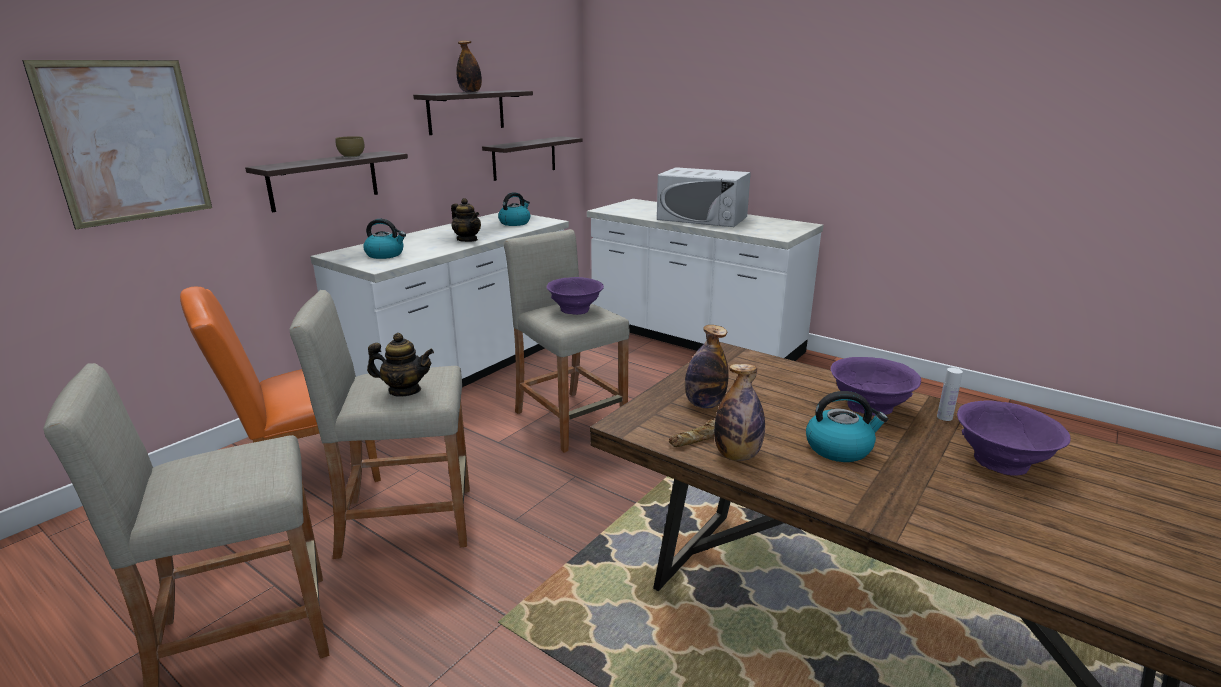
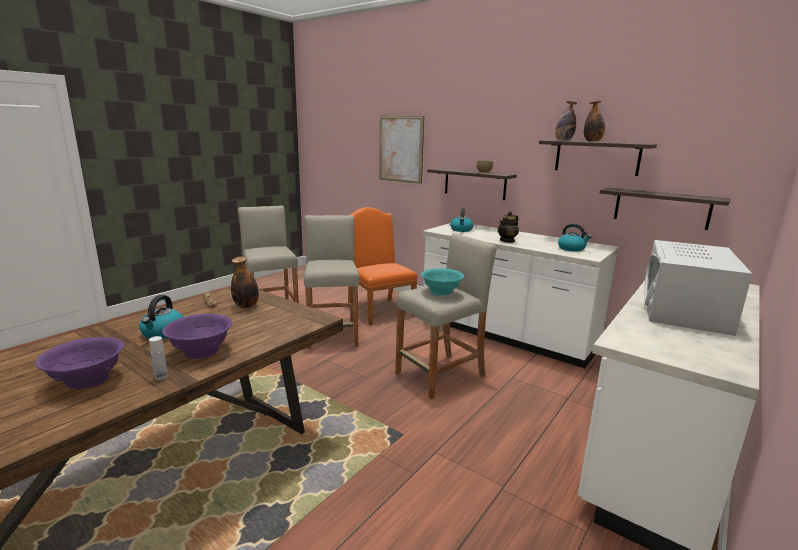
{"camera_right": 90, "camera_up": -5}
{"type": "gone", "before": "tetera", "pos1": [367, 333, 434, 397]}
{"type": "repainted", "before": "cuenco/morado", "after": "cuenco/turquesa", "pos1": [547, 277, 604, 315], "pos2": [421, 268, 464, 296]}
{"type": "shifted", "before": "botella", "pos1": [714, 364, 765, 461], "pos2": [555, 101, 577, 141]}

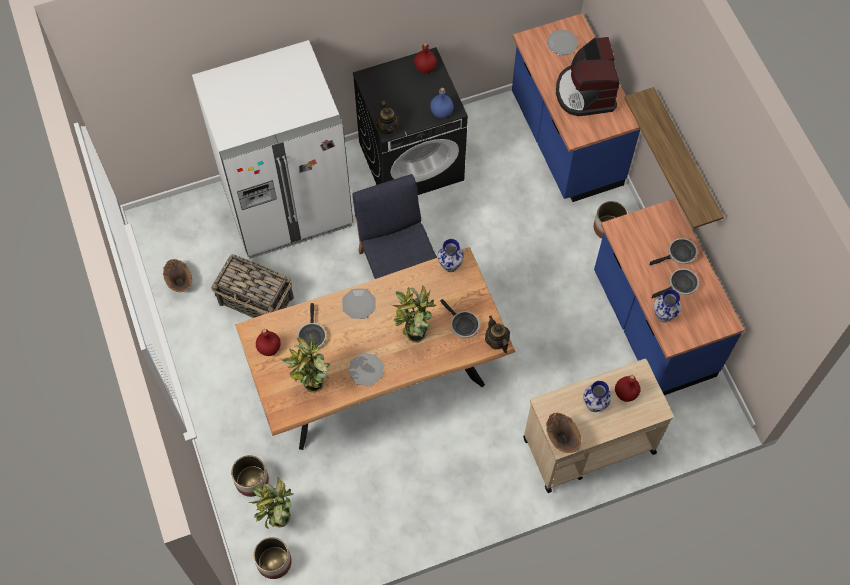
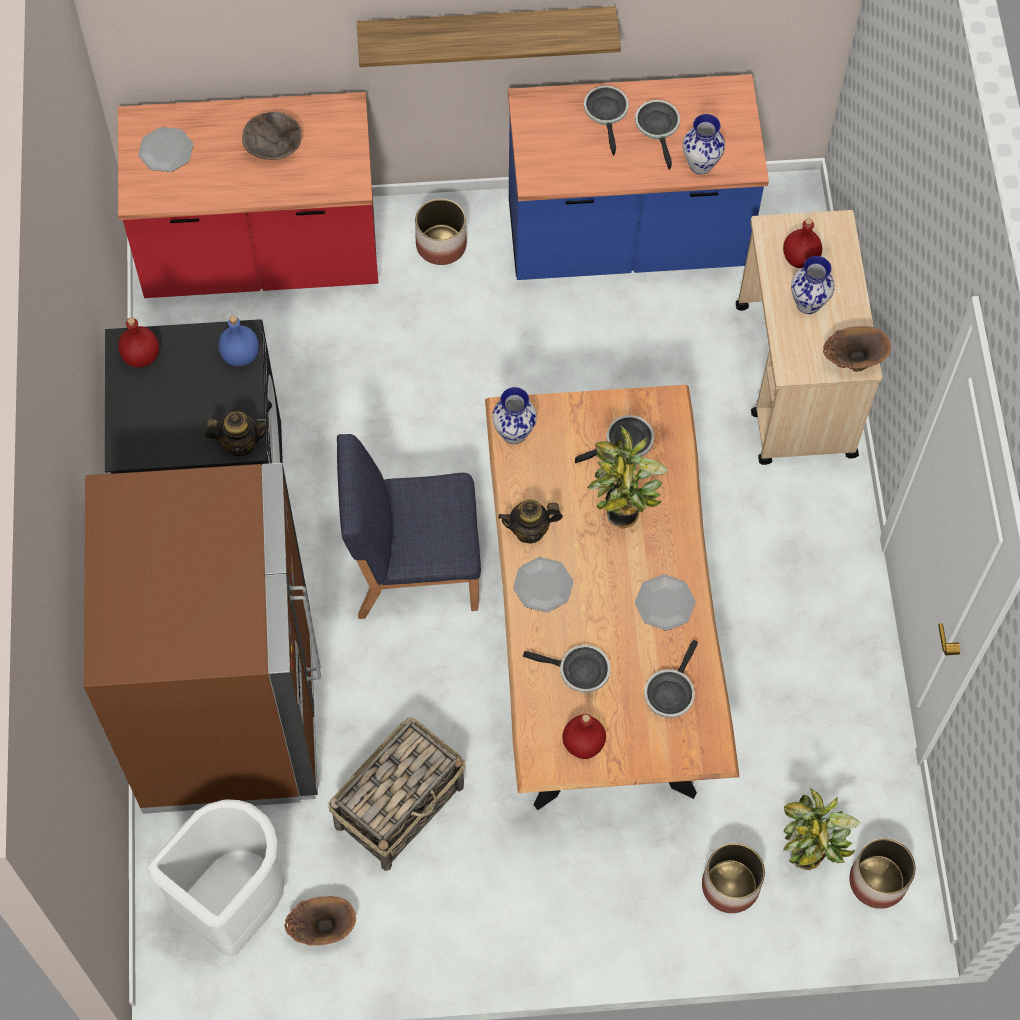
{"camera_right": -75, "camera_up": 0}
{"type": "repainted", "before": "nevera/blanco", "after": "nevera/marrón", "pos1": [192, 40, 353, 259], "pos2": [84, 463, 321, 814]}
{"type": "swapped", "before": "planta en maceta", "after": "sartén", "pos1": [282, 334, 330, 393], "pos2": [644, 640, 698, 718]}
{"type": "shifted", "before": "tetera", "pos1": [485, 316, 510, 353], "pos2": [498, 499, 563, 544]}
{"type": "repainted", "before": "mueble bajo de cocina/azul", "after": "mueble bajo de cocina/rojo", "pos1": [512, 13, 640, 202], "pos2": [118, 92, 378, 298]}
{"type": "swapped", "before": "cafetera", "after": "cuenco/marrón", "pos1": [556, 37, 620, 116], "pos2": [242, 112, 302, 160]}
{"type": "new", "after": "papelera/blanco", "pos2": [148, 799, 285, 956]}

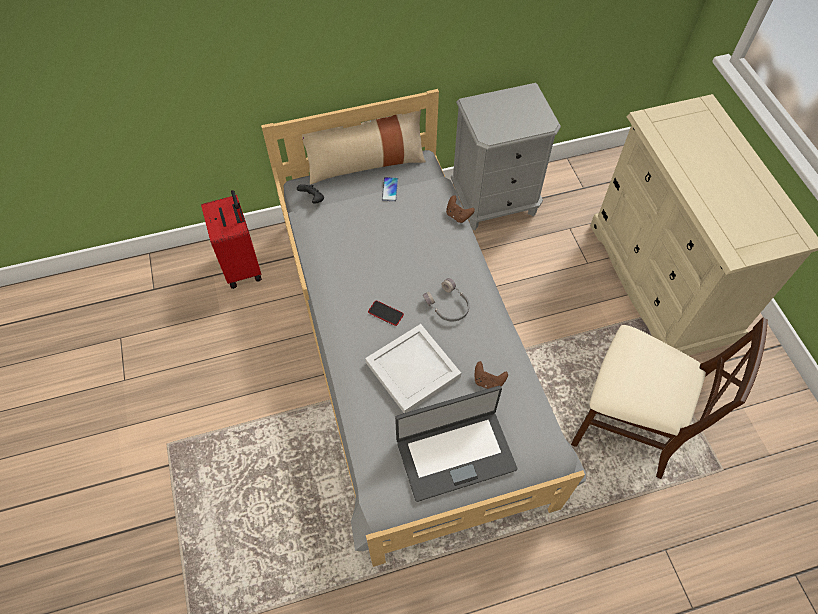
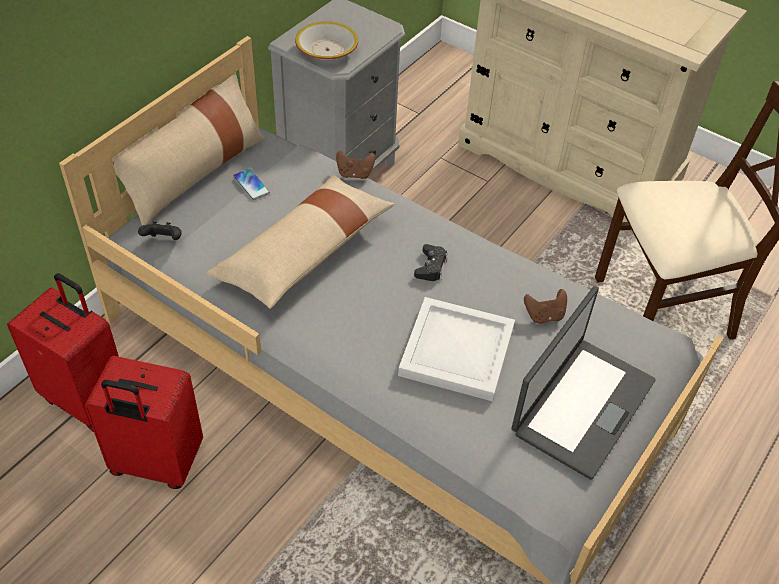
{"camera_right": -40, "camera_up": -10}
{"type": "gone", "before": "móvil", "pos1": [368, 301, 404, 326]}
{"type": "swapped", "before": "auriculares/gris", "after": "mando de consola/negro", "pos1": [423, 278, 470, 321], "pos2": [414, 244, 448, 281]}
{"type": "new", "after": "maleta/rojo", "pos2": [85, 356, 203, 489]}
{"type": "new", "after": "cojín/beis", "pos2": [206, 175, 395, 309]}
{"type": "new", "after": "cuenco", "pos2": [295, 21, 358, 61]}

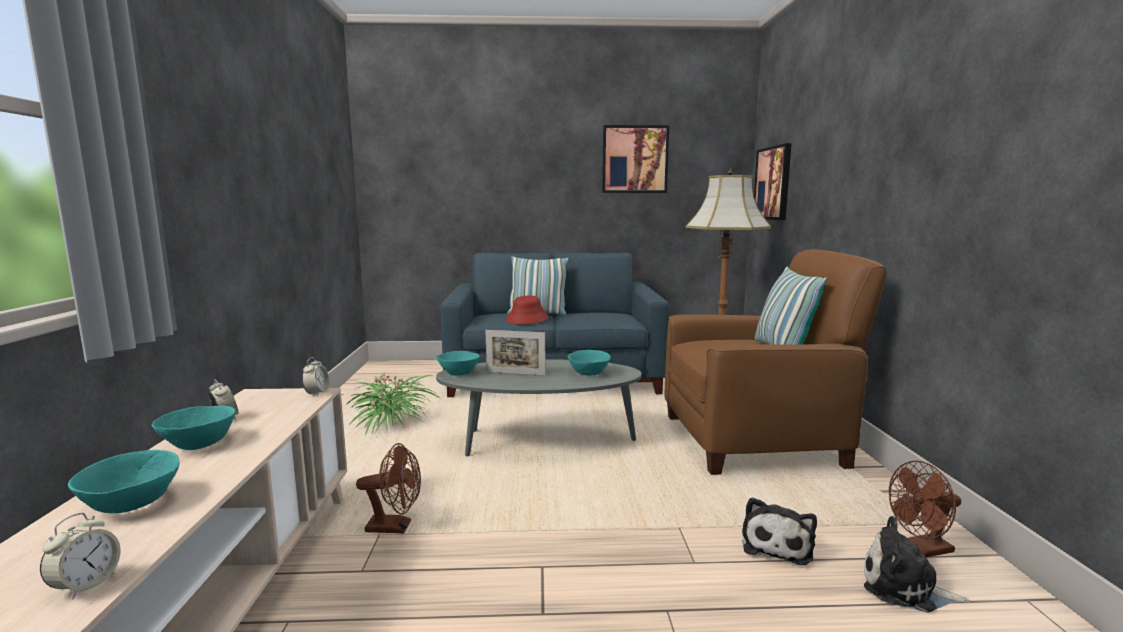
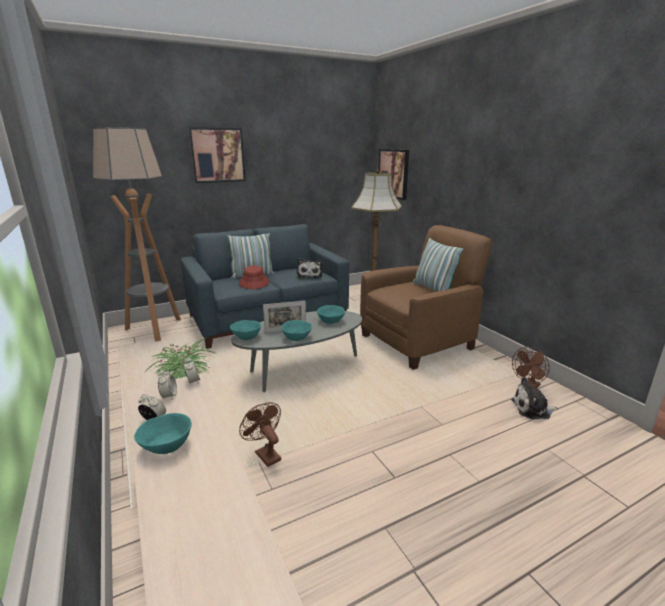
{"camera_right": -25, "camera_up": 10}
{"type": "shifted", "before": "despertador", "pos1": [40, 513, 121, 599], "pos2": [158, 370, 177, 399]}
{"type": "shifted", "before": "cuenco/turquesa", "pos1": [68, 450, 179, 513], "pos2": [281, 320, 312, 341]}
{"type": "rotated", "before": "ventilador/marrón", "pos1": [356, 443, 421, 533], "pos2": [239, 402, 281, 467], "turn": -105}
{"type": "shifted", "before": "cuadro", "pos1": [602, 125, 669, 193], "pos2": [188, 127, 246, 183]}
{"type": "shifted", "before": "peluche", "pos1": [742, 497, 817, 565], "pos2": [297, 258, 322, 279]}
{"type": "new", "after": "lámpara de pie", "pos2": [93, 127, 181, 342]}

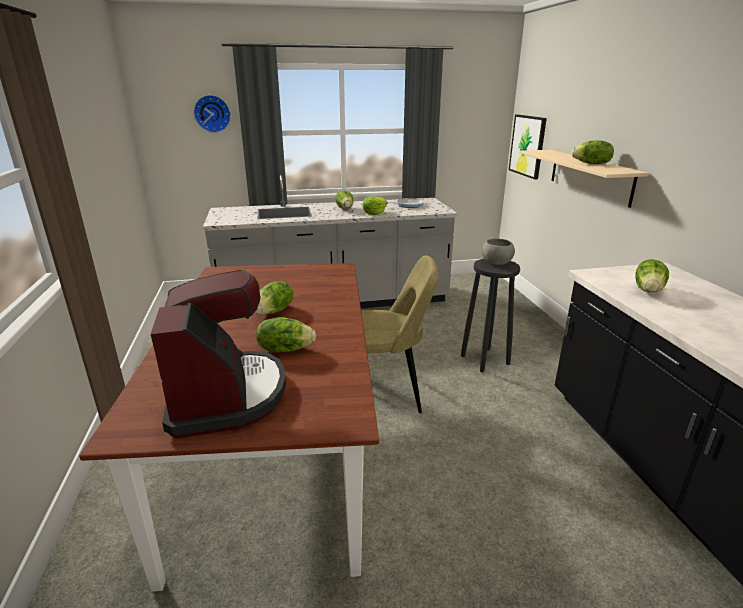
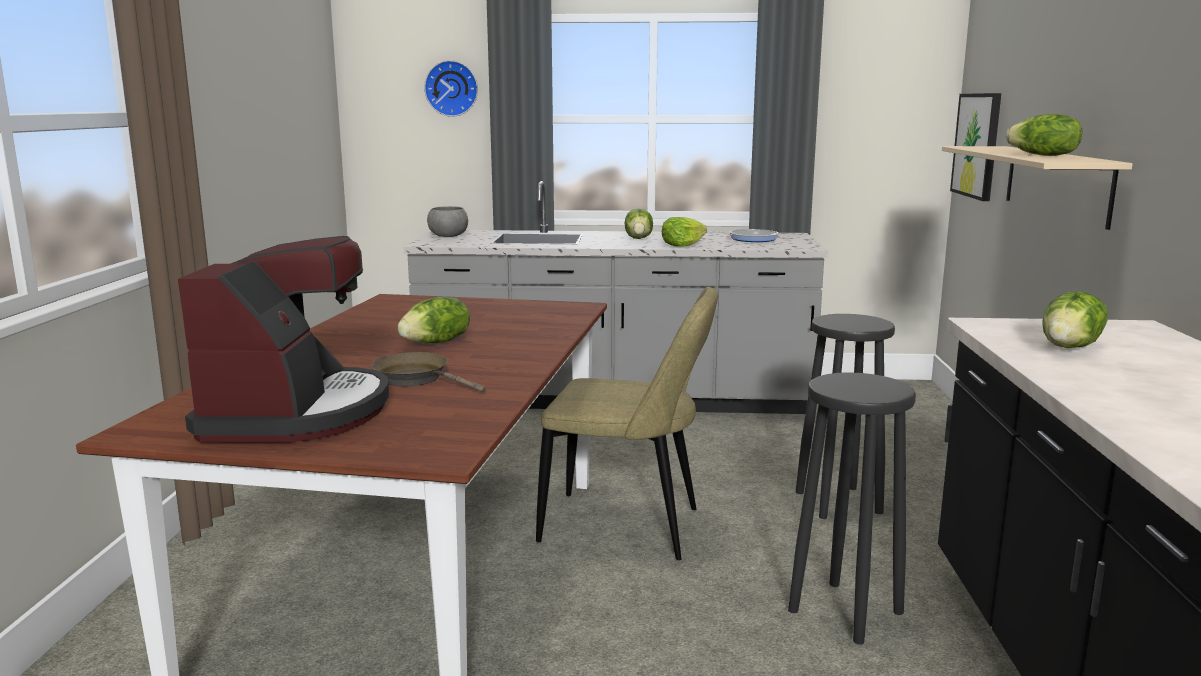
{"camera_right": 15, "camera_up": -10}
{"type": "swapped", "before": "lechuga", "after": "sartén/marrón", "pos1": [256, 317, 316, 352], "pos2": [371, 352, 486, 392]}
{"type": "shifted", "before": "cuenco/gris", "pos1": [482, 238, 515, 265], "pos2": [427, 206, 468, 237]}
{"type": "new", "after": "taburete/negro", "pos2": [788, 372, 916, 645]}

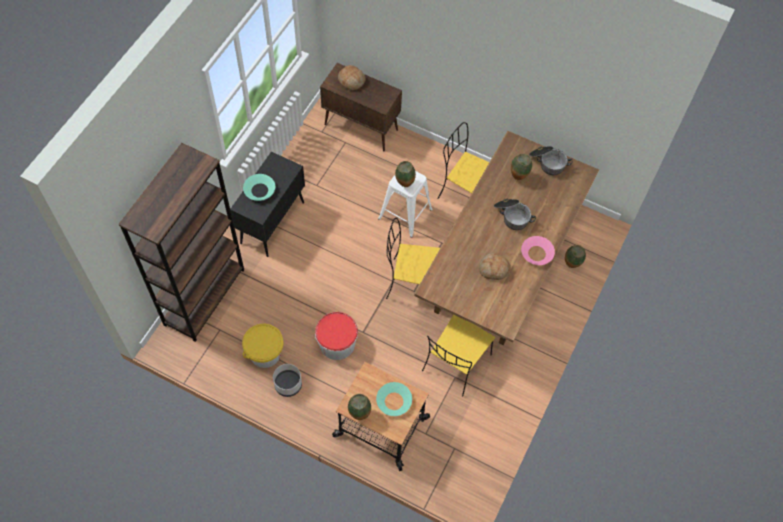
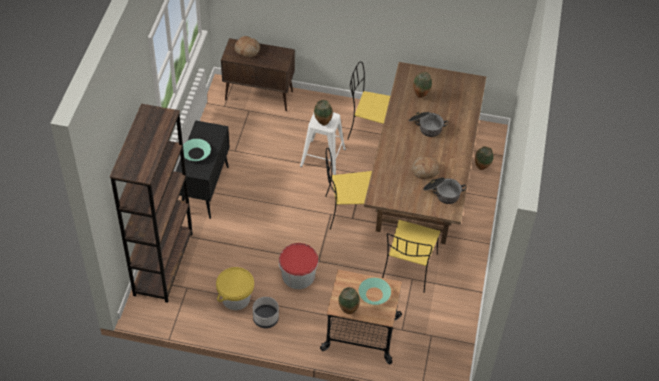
{"camera_right": -15, "camera_up": -10}
{"type": "gone", "before": "cuenco/rosa", "pos1": [521, 236, 555, 265]}
{"type": "shifted", "before": "olla", "pos1": [529, 146, 573, 175], "pos2": [423, 178, 466, 204]}

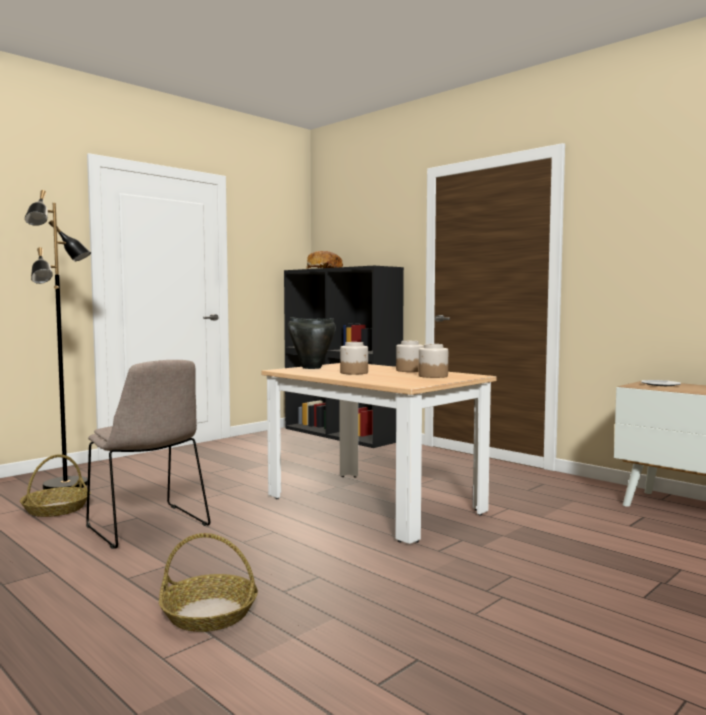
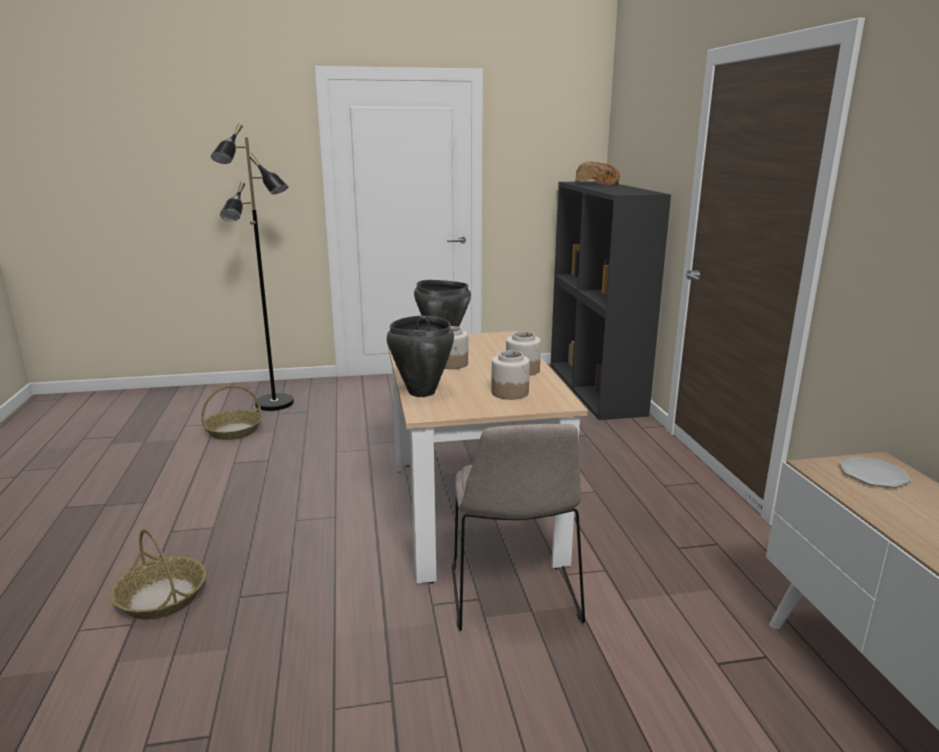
{"camera_right": 35, "camera_up": 15}
{"type": "shifted", "before": "silla/beis", "pos1": [86, 360, 210, 549], "pos2": [452, 424, 585, 631]}
{"type": "new", "after": "olla/negro", "pos2": [387, 316, 454, 397]}

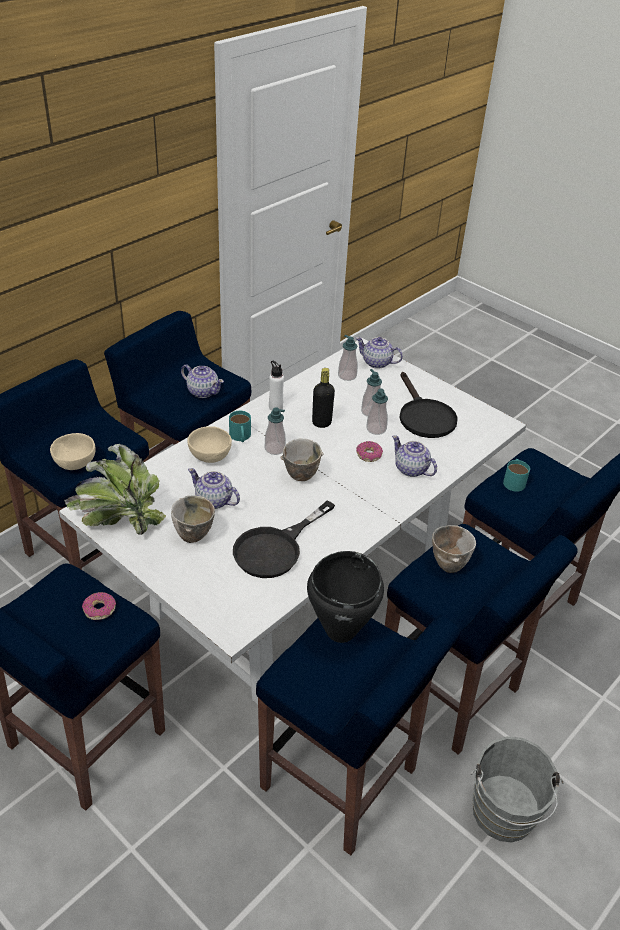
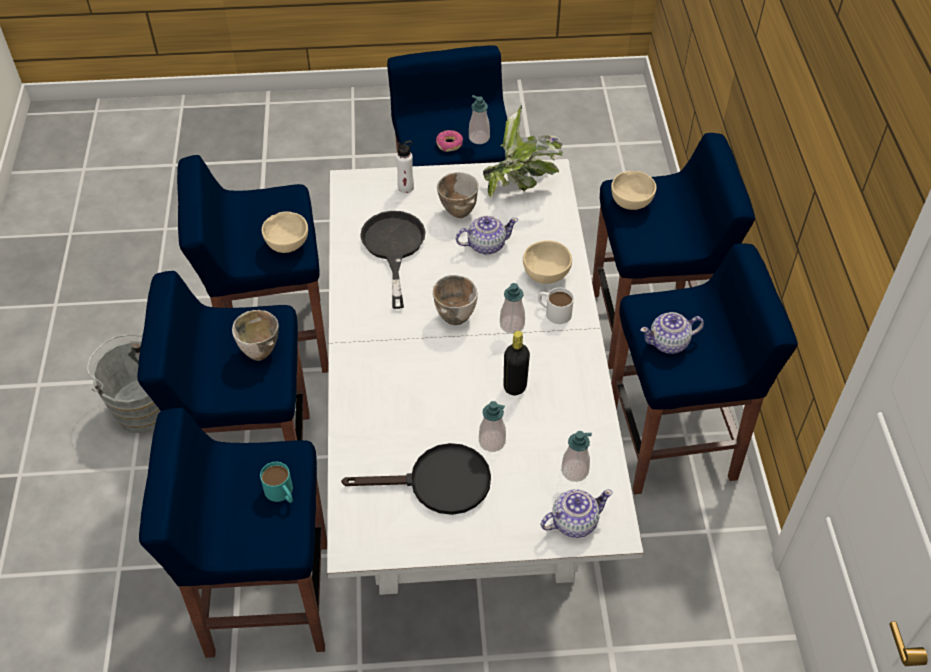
{"camera_right": 135, "camera_up": 10}
{"type": "repainted", "before": "taza grande/turquesa", "after": "taza grande/blanco", "pos1": [229, 411, 251, 442], "pos2": [538, 288, 574, 324]}
{"type": "shifted", "before": "botella/blanco", "pos1": [269, 361, 284, 411], "pos2": [396, 141, 414, 193]}
{"type": "swapped", "before": "olla/negro", "after": "cuenco/beis", "pos1": [307, 551, 384, 643], "pos2": [262, 211, 308, 253]}
{"type": "gone", "before": "rosquilla", "pos1": [356, 441, 383, 462]}
{"type": "shifted", "before": "dispensador de jabón", "pos1": [366, 389, 388, 435], "pos2": [469, 95, 490, 144]}
{"type": "gone", "before": "tetera", "pos1": [392, 435, 437, 477]}
{"type": "rotated", "before": "sartén/negro", "pos1": [399, 372, 458, 438], "pos2": [341, 443, 491, 515], "turn": 150}

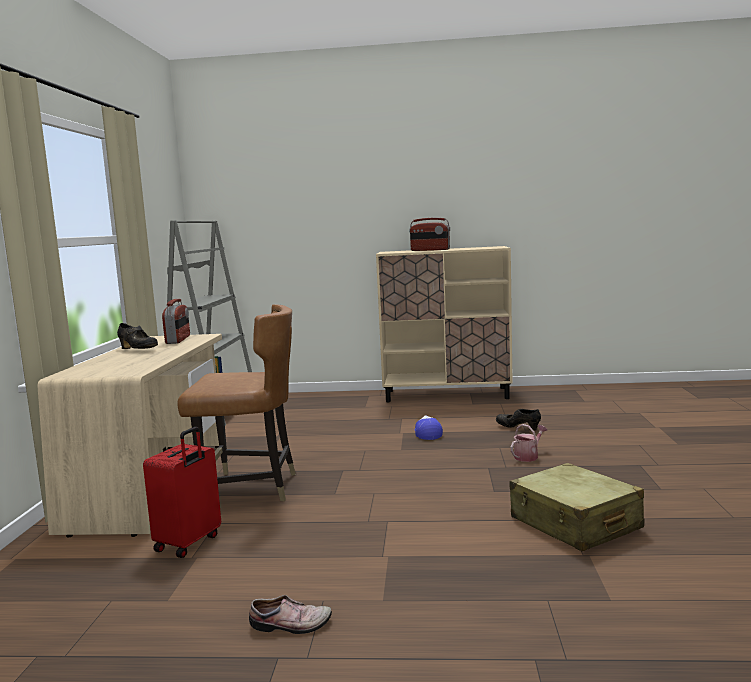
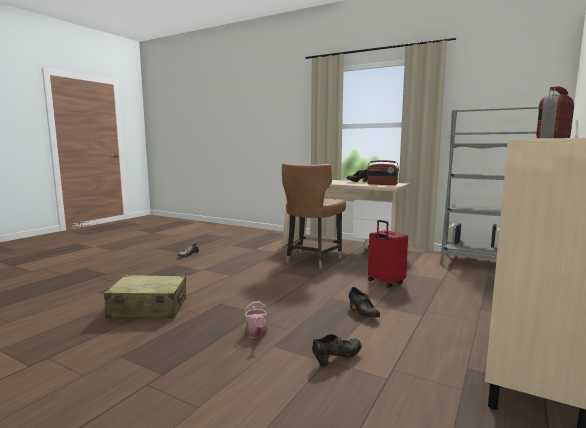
{"camera_right": 115, "camera_up": 0}
{"type": "shifted", "before": "maleta/rojo", "pos1": [143, 427, 221, 558], "pos2": [368, 220, 408, 288]}
{"type": "swapped", "before": "gorra", "after": "zapato/negro", "pos1": [415, 415, 443, 440], "pos2": [349, 287, 380, 318]}

